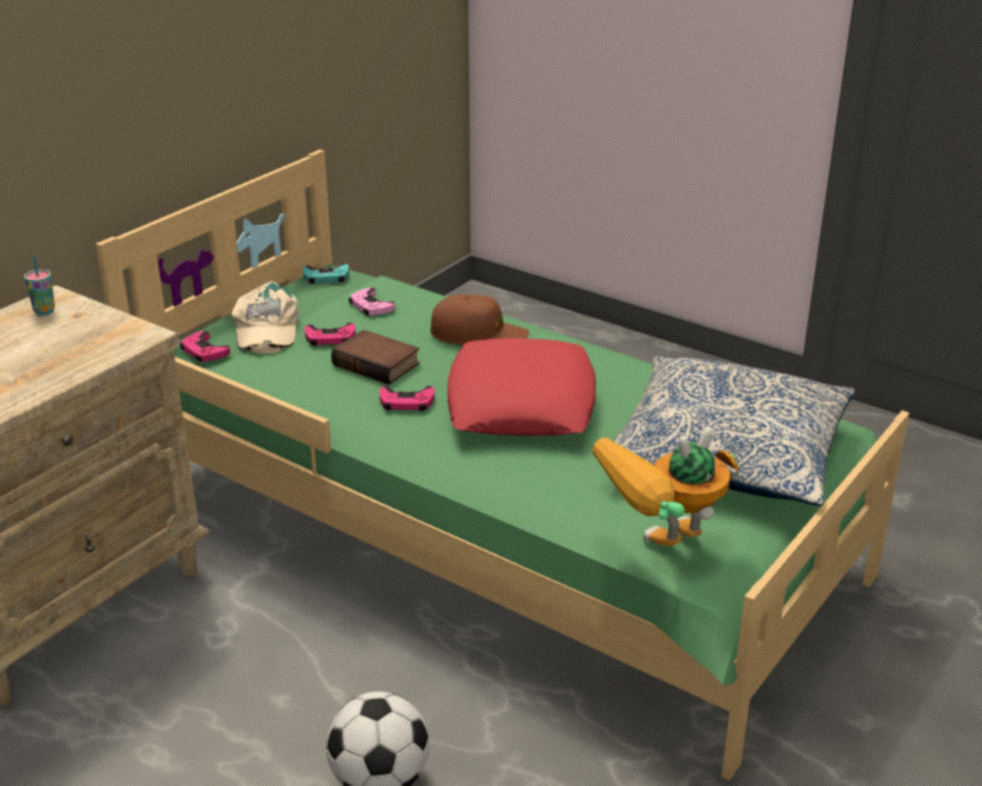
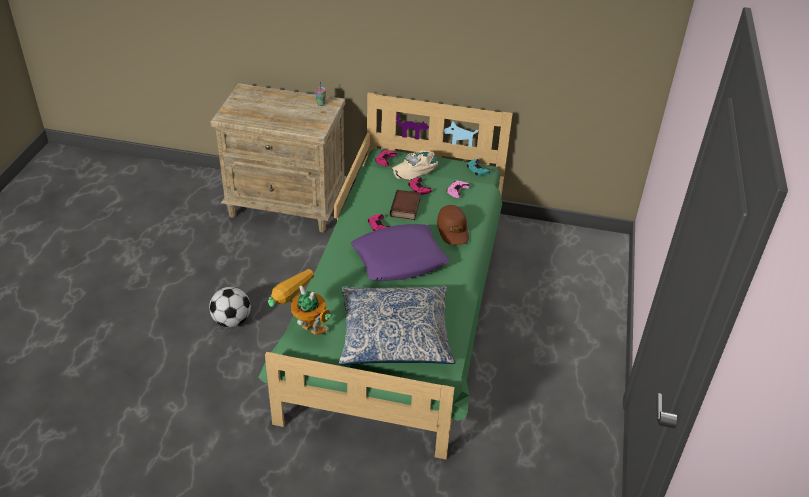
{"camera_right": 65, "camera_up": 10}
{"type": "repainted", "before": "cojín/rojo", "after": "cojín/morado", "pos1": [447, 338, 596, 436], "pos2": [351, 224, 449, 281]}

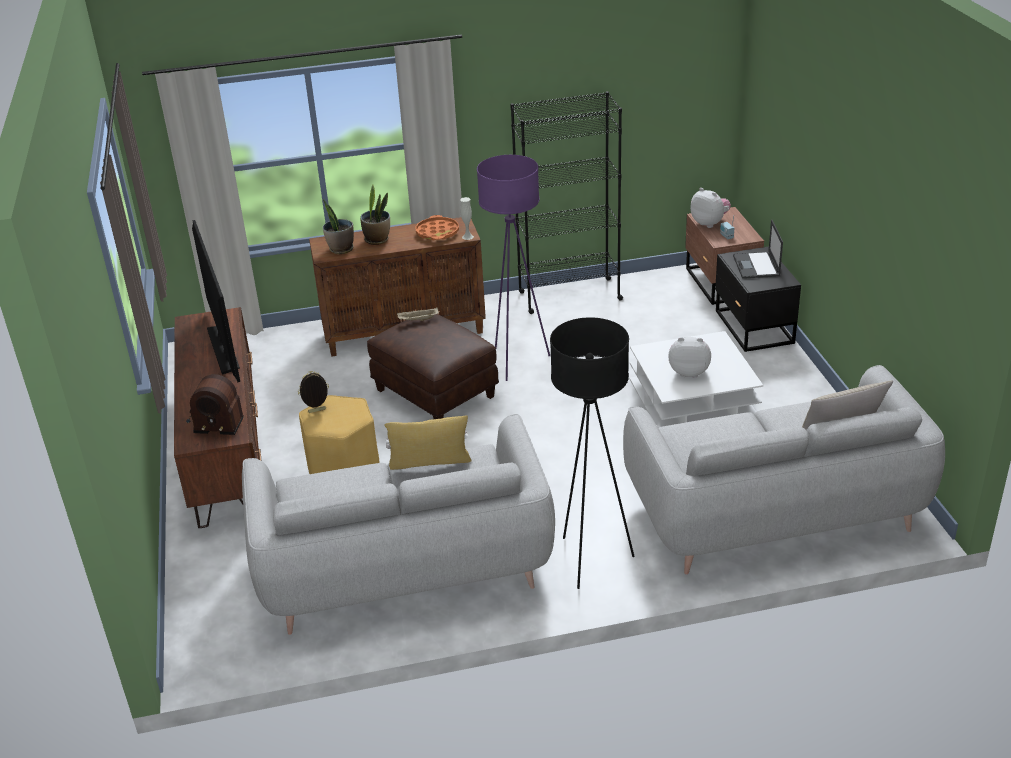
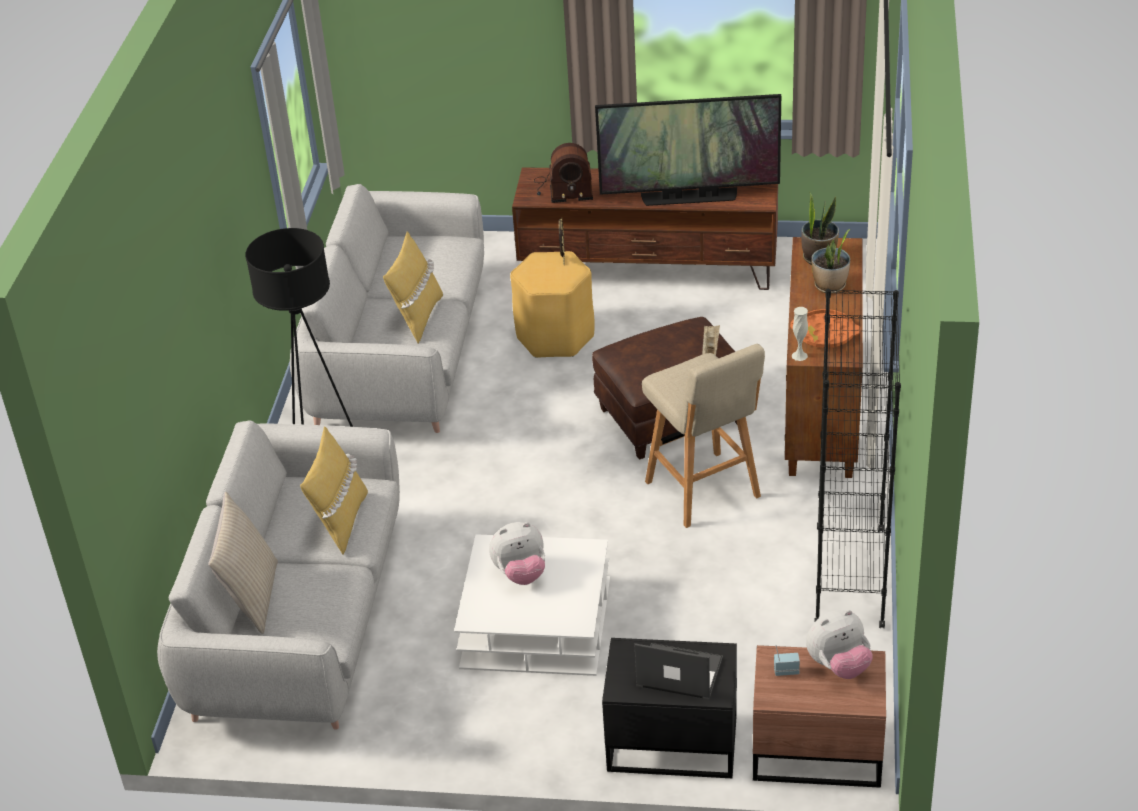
{"camera_right": 110, "camera_up": 5}
{"type": "rotated", "before": "radio", "pos1": [186, 374, 244, 435], "pos2": [534, 143, 593, 203], "turn": -120}
{"type": "swapped", "before": "lámpara de pie/morado", "after": "taburete/beis", "pos1": [477, 155, 550, 381], "pos2": [642, 344, 765, 528]}
{"type": "rotated", "before": "peluche", "pos1": [668, 337, 711, 378], "pos2": [489, 522, 545, 585], "turn": 45}
{"type": "new", "after": "cojín/amarillo", "pos2": [300, 426, 368, 555]}

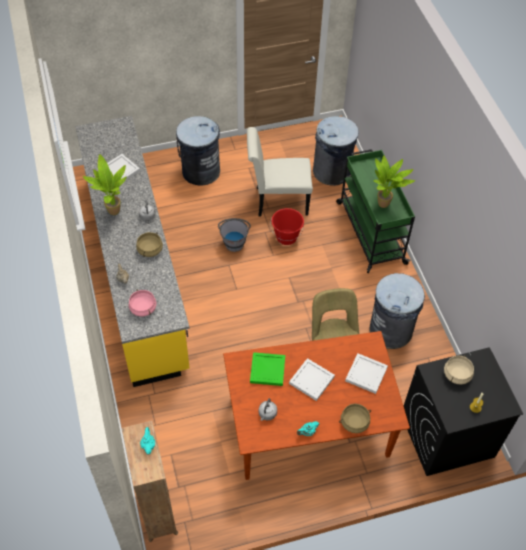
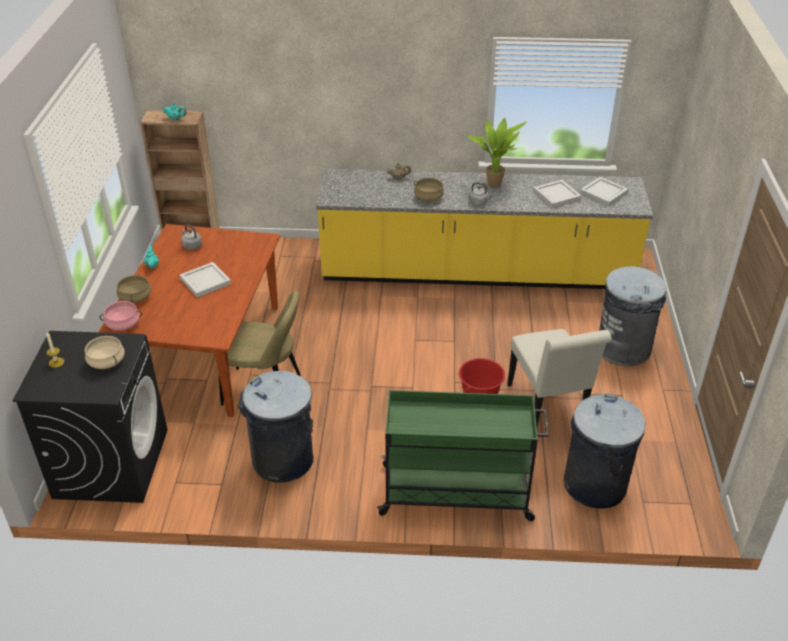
{"camera_right": 110, "camera_up": -15}
{"type": "shifted", "before": "olla/rosa", "pos1": [129, 289, 157, 316], "pos2": [100, 301, 142, 331]}
{"type": "gone", "before": "cubo/gris", "pos1": [218, 218, 251, 252]}
{"type": "rotated", "before": "silla/blanco", "pos1": [247, 127, 313, 217], "pos2": [507, 329, 612, 426], "turn": 150}
{"type": "gone", "before": "bandeja/verde", "pos1": [250, 352, 285, 386]}
{"type": "shifted", "before": "bandeja/blanco", "pos1": [345, 354, 388, 394], "pos2": [580, 177, 628, 206]}
{"type": "gone", "before": "planta en maceta", "pos1": [373, 156, 415, 208]}

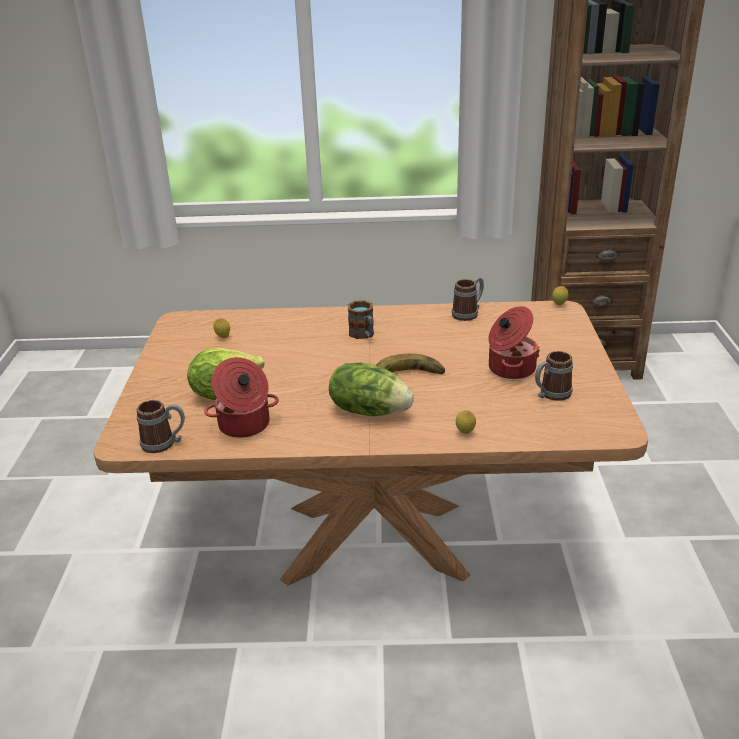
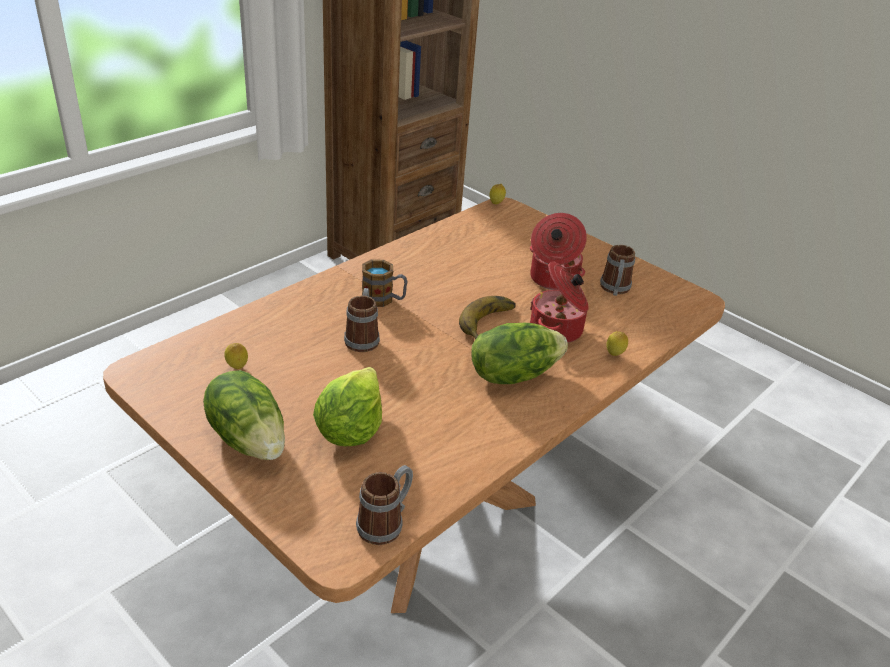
{"camera_right": -50, "camera_up": 5}
{"type": "shifted", "before": "olla", "pos1": [204, 357, 279, 438], "pos2": [530, 261, 588, 343]}
{"type": "shifted", "before": "taza grande", "pos1": [451, 277, 484, 321], "pos2": [344, 288, 380, 352]}
{"type": "new", "after": "lechuga", "pos2": [203, 370, 285, 460]}

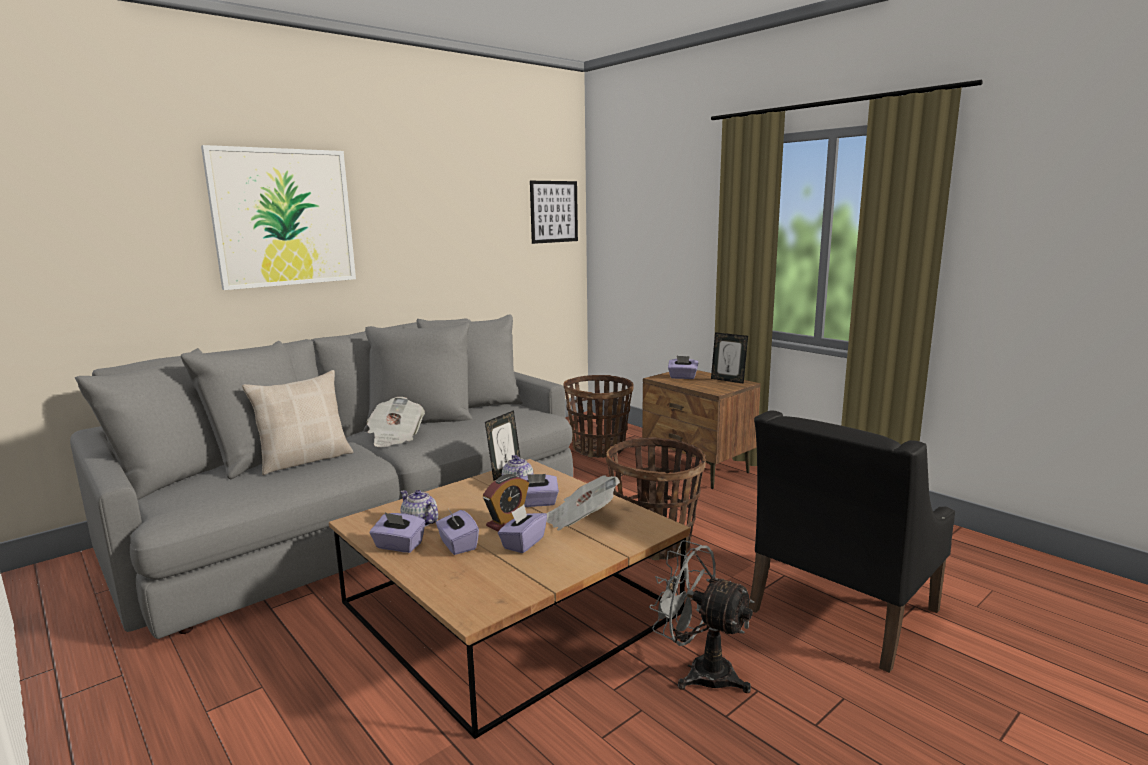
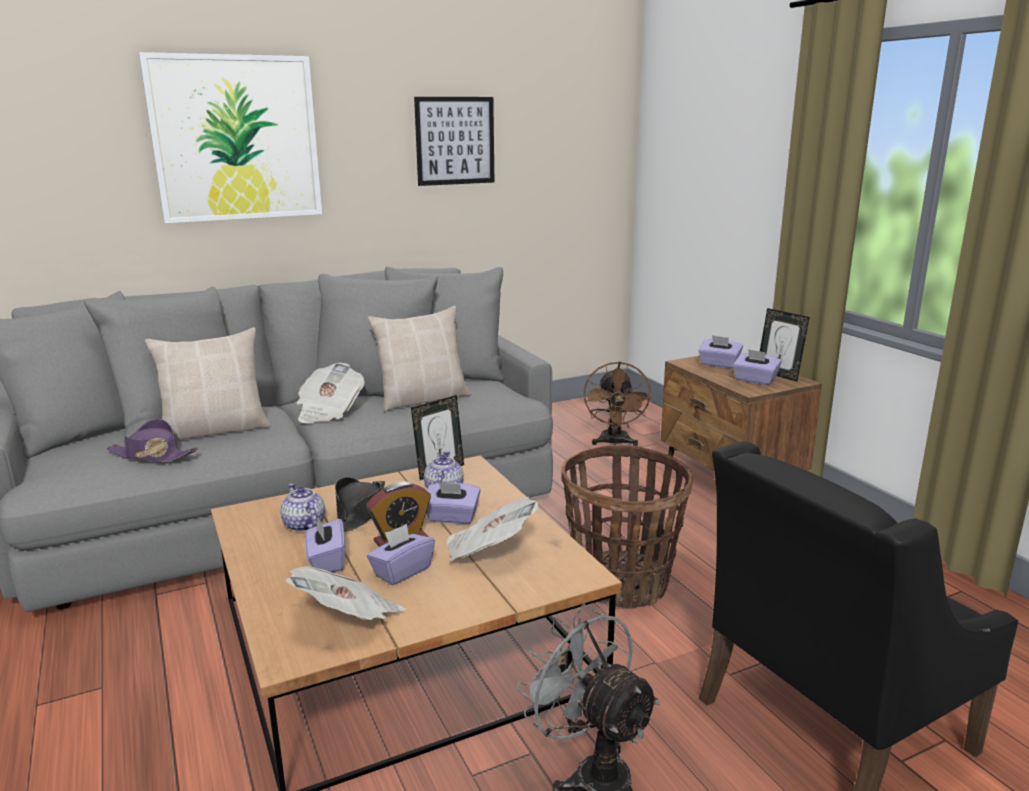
{"camera_right": 15, "camera_up": 5}
{"type": "shifted", "before": "caja de pañuelos/morado", "pos1": [370, 512, 425, 553], "pos2": [733, 349, 781, 385]}
{"type": "shifted", "before": "cuadro", "pos1": [530, 181, 578, 244], "pos2": [414, 97, 494, 186]}
{"type": "swapped", "before": "cesta", "after": "ventilador/marrón", "pos1": [563, 375, 633, 458], "pos2": [584, 362, 652, 446]}
{"type": "new", "after": "sombrero/morado", "pos2": [107, 419, 199, 462]}
{"type": "new", "after": "periódico", "pos2": [285, 566, 406, 620]}
{"type": "new", "after": "sombrero/negro", "pos2": [335, 477, 385, 532]}
{"type": "new", "after": "cojín/beis", "pos2": [367, 306, 471, 412]}

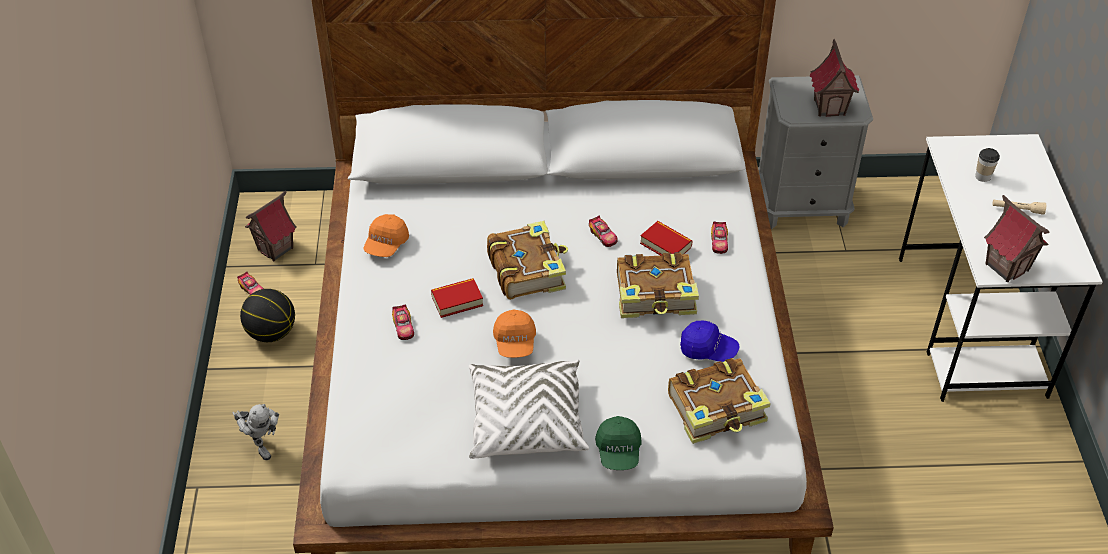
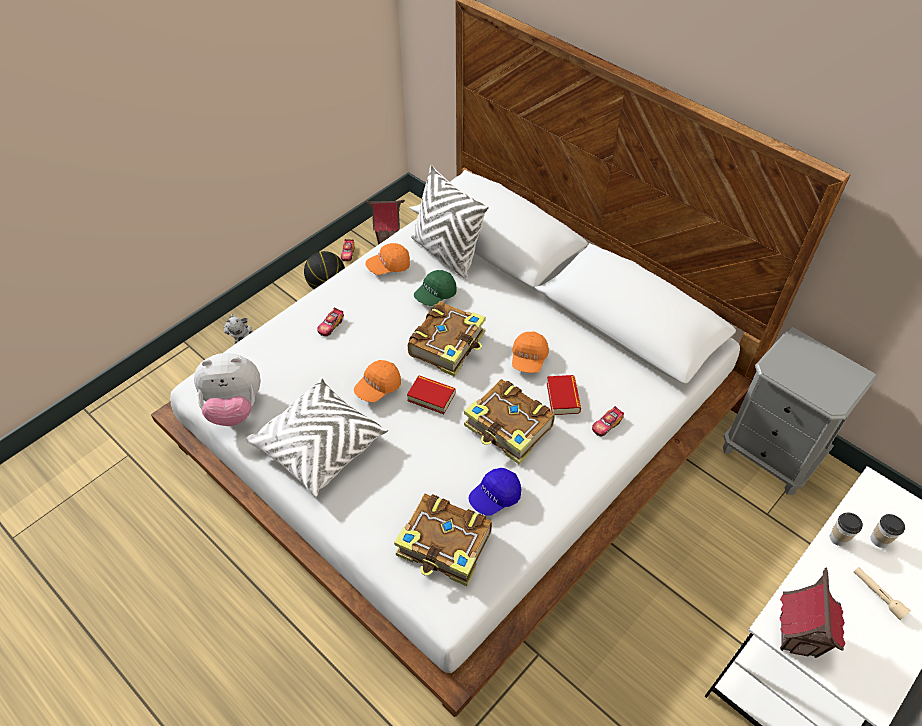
{"camera_right": 45, "camera_up": 5}
{"type": "shifted", "before": "libro", "pos1": [431, 278, 483, 318], "pos2": [407, 375, 456, 414]}
{"type": "swapped", "before": "coche de juguete", "after": "gorra/naranja", "pos1": [589, 216, 618, 247], "pos2": [512, 332, 549, 373]}
{"type": "shifted", "before": "gorra/verde", "pos1": [595, 416, 641, 470], "pos2": [414, 270, 456, 306]}
{"type": "rotated", "before": "gorra/azul", "pos1": [680, 321, 740, 362], "pos2": [469, 468, 521, 516], "turn": 75}
{"type": "gone", "before": "casita", "pos1": [810, 39, 859, 117]}
{"type": "new", "after": "peluche", "pos2": [194, 353, 261, 426]}
{"type": "new", "after": "cojín/blanco", "pos2": [411, 165, 489, 279]}
{"type": "new", "after": "taza", "pos2": [830, 513, 863, 546]}

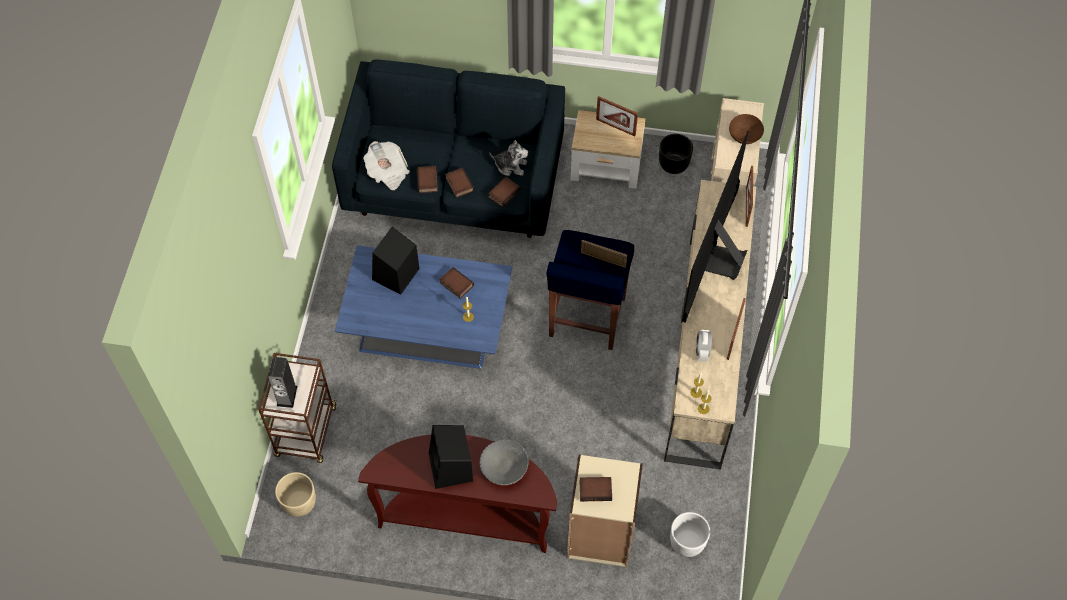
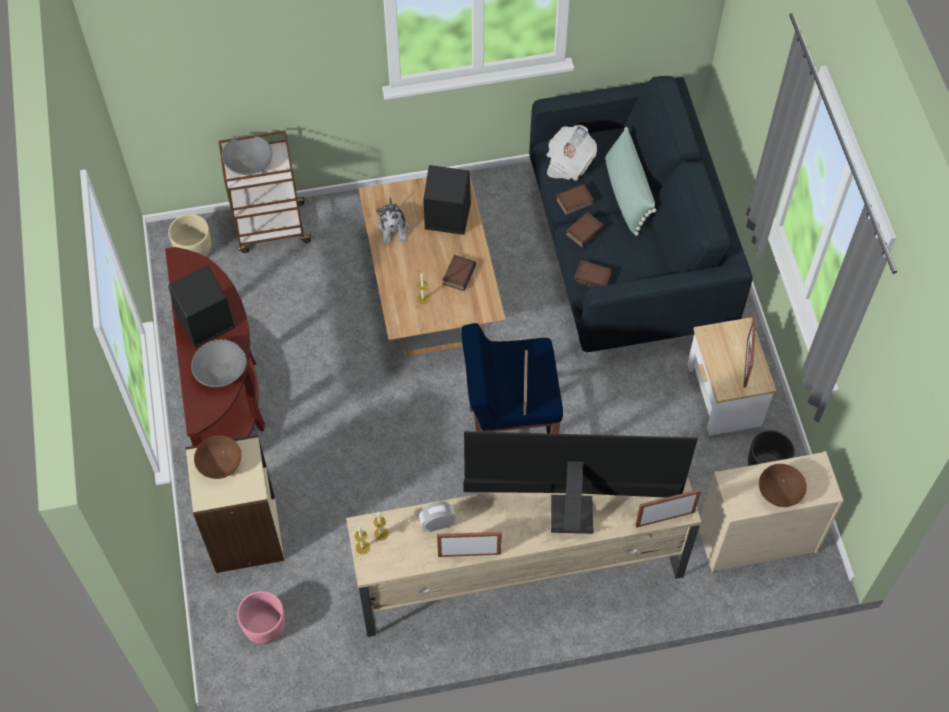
{"camera_right": 70, "camera_up": 0}
{"type": "swapped", "before": "altavoz", "after": "cuenco/gris", "pos1": [268, 357, 297, 408], "pos2": [222, 135, 272, 175]}
{"type": "repainted", "before": "mesa de centro/azul", "after": "mesa de centro/marrón", "pos1": [335, 245, 512, 369], "pos2": [359, 170, 506, 356]}
{"type": "shifted", "before": "peluche", "pos1": [489, 140, 528, 176], "pos2": [376, 197, 409, 244]}
{"type": "swapped", "before": "libro", "after": "cuenco/marrón", "pos1": [579, 477, 612, 502], "pos2": [194, 436, 241, 479]}
{"type": "repainted", "before": "maceta/blanco", "after": "maceta/rosa", "pos1": [670, 512, 710, 557], "pos2": [237, 591, 285, 644]}
{"type": "new", "after": "cojín/verde", "pos2": [605, 127, 656, 236]}

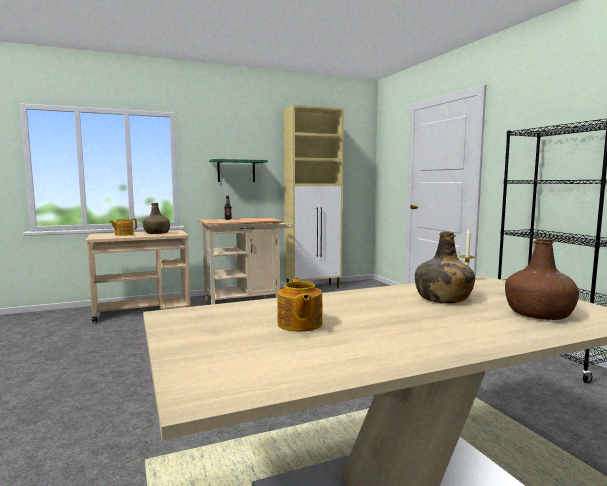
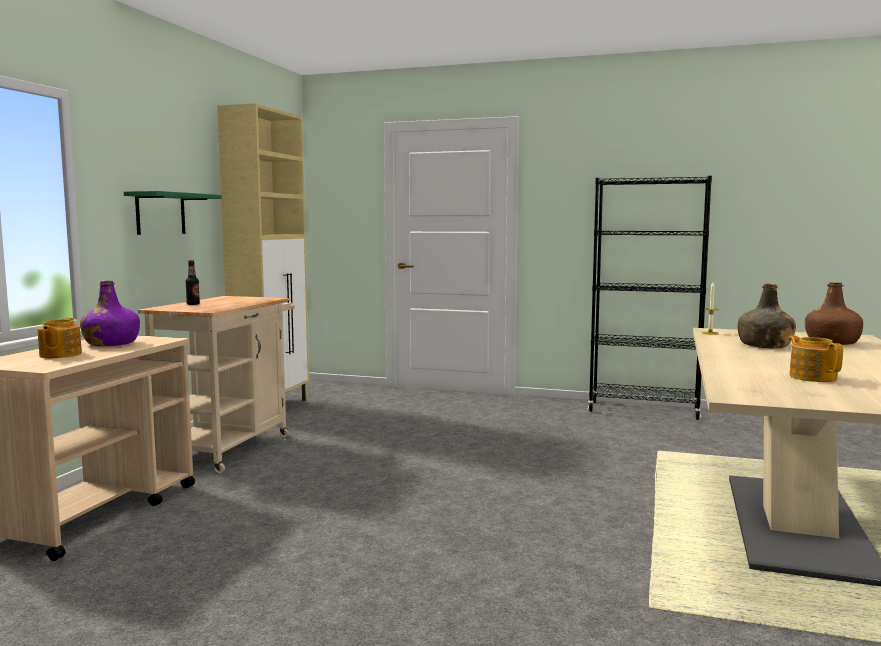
{"camera_right": -50, "camera_up": 0}
{"type": "repainted", "before": "botella/verde", "after": "botella/morado", "pos1": [143, 203, 170, 234], "pos2": [80, 281, 140, 346]}
{"type": "rotated", "before": "tetera", "pos1": [278, 278, 322, 332], "pos2": [789, 335, 843, 382], "turn": -135}

